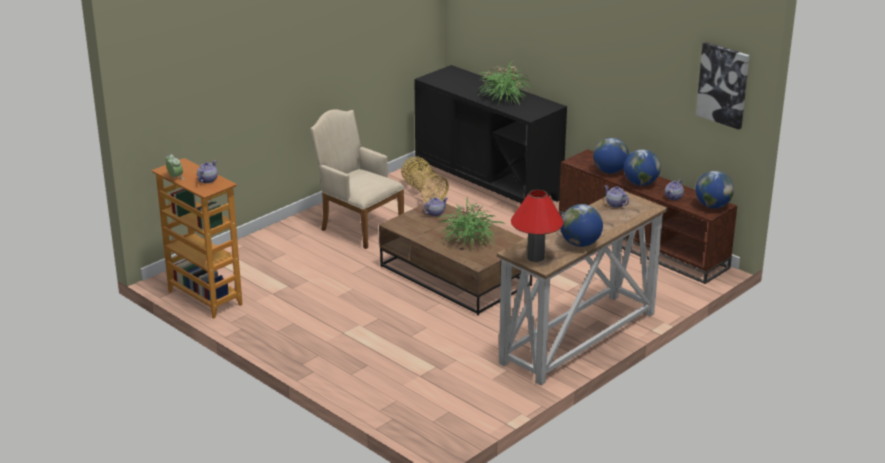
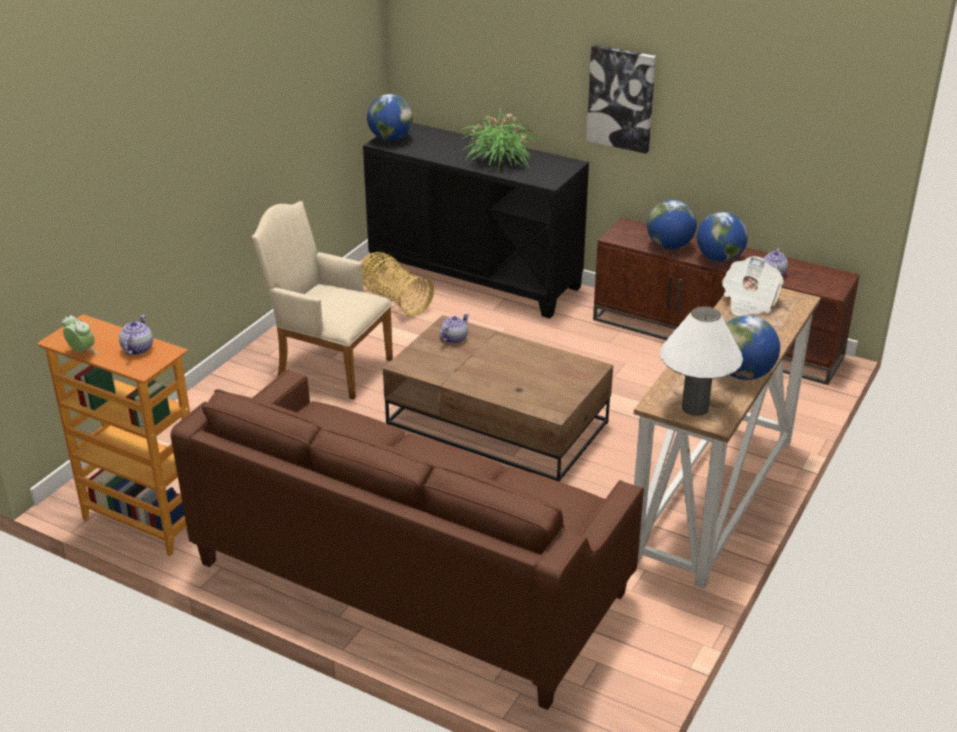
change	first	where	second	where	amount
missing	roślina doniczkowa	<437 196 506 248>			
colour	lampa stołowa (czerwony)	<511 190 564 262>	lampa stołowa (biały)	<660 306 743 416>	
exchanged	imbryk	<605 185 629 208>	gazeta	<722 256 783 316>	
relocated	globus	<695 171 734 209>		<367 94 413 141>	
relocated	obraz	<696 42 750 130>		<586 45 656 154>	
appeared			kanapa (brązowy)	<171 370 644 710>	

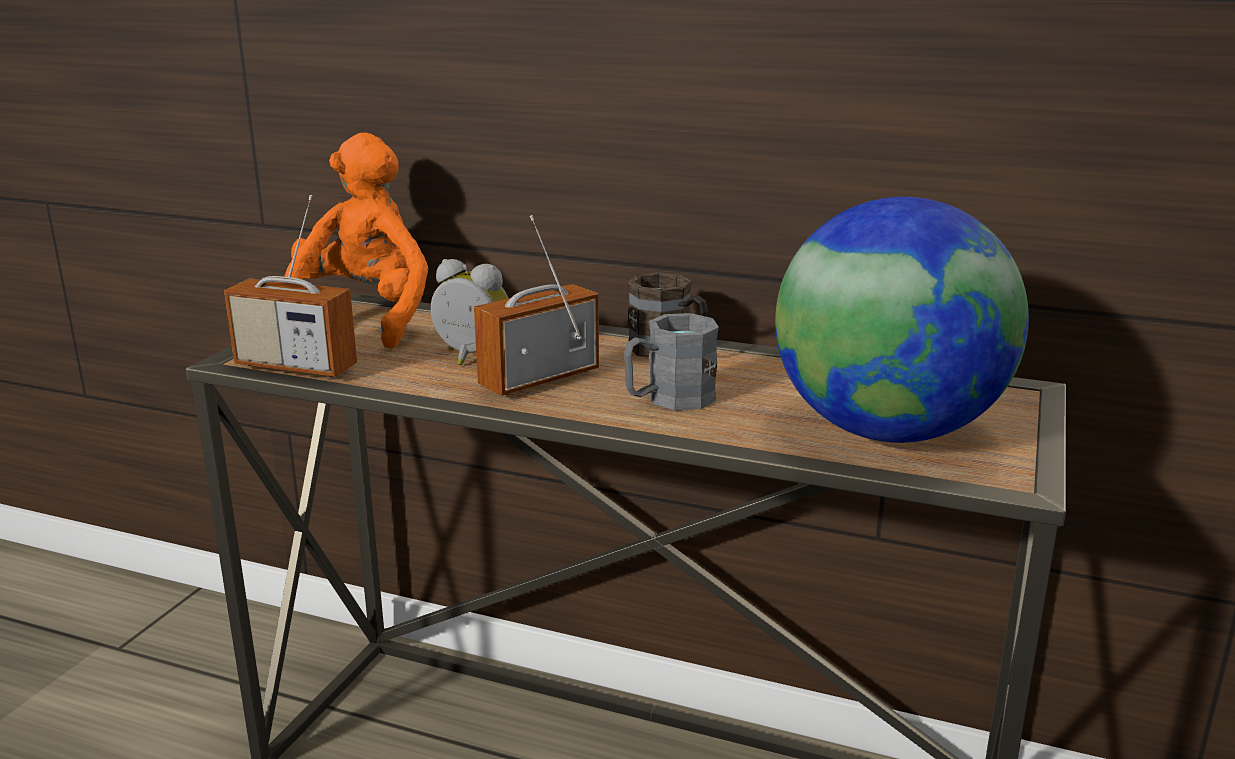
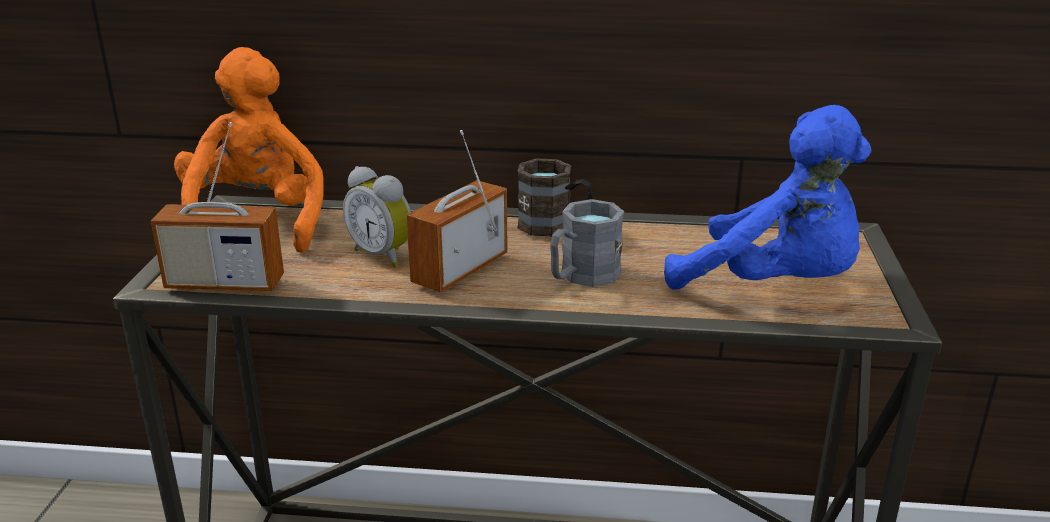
change	first	where	second	where	amount
spun	budzik	<431 259 509 365>		<343 166 411 267>	150 degrees counterclockwise
exchanged	globus	<775 197 1029 443>	pluszak (niebieski)	<664 105 872 290>	

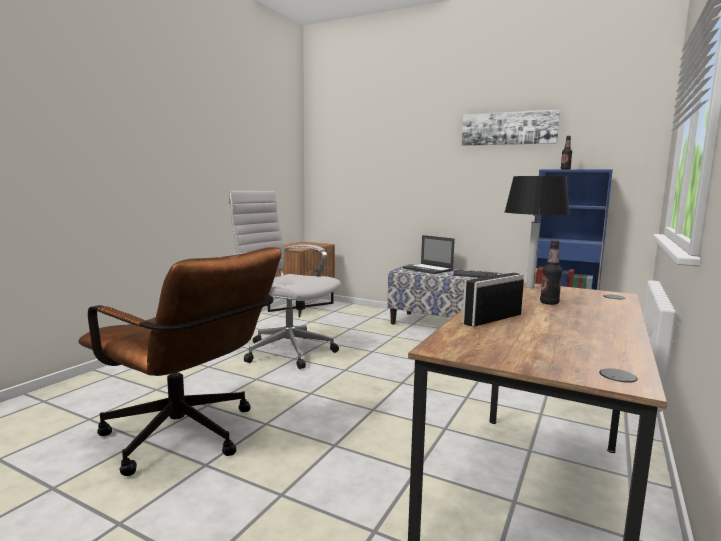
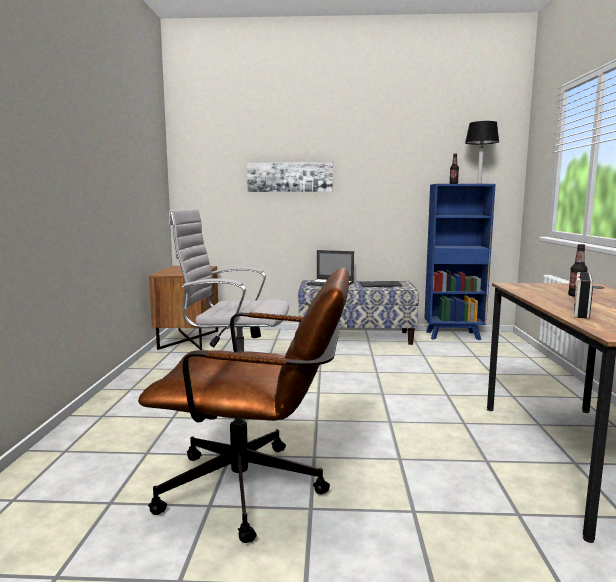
change	first	where	second	where	amount
relocated	obraz	<462 109 560 146>		<247 162 333 192>	
relocated	lampa stołowa (czarny)	<505 176 570 288>		<465 121 499 184>	

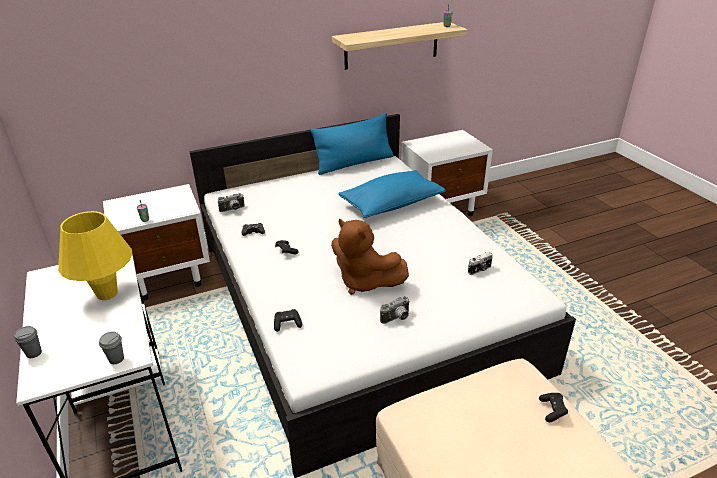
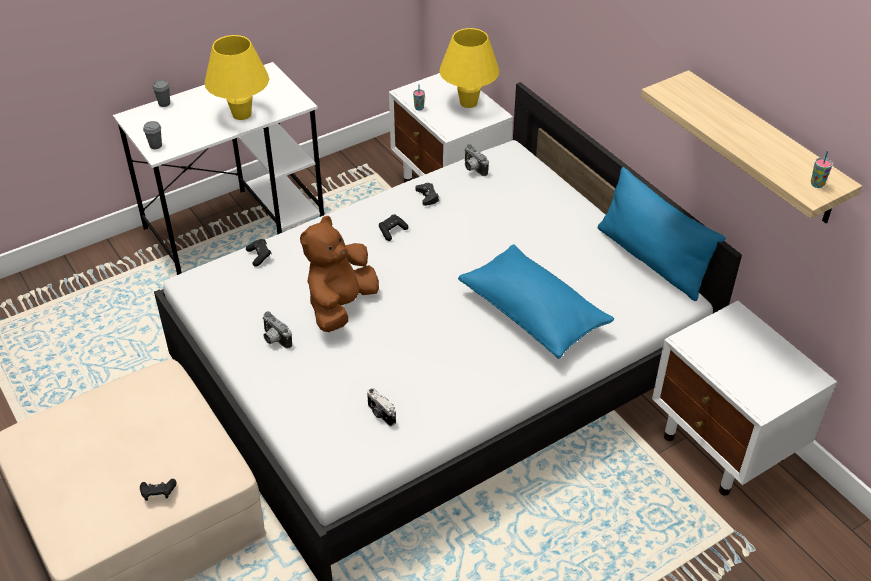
change	first	where	second	where	amount
appeared			lampa stołowa (żółty)	<440 28 499 108>	

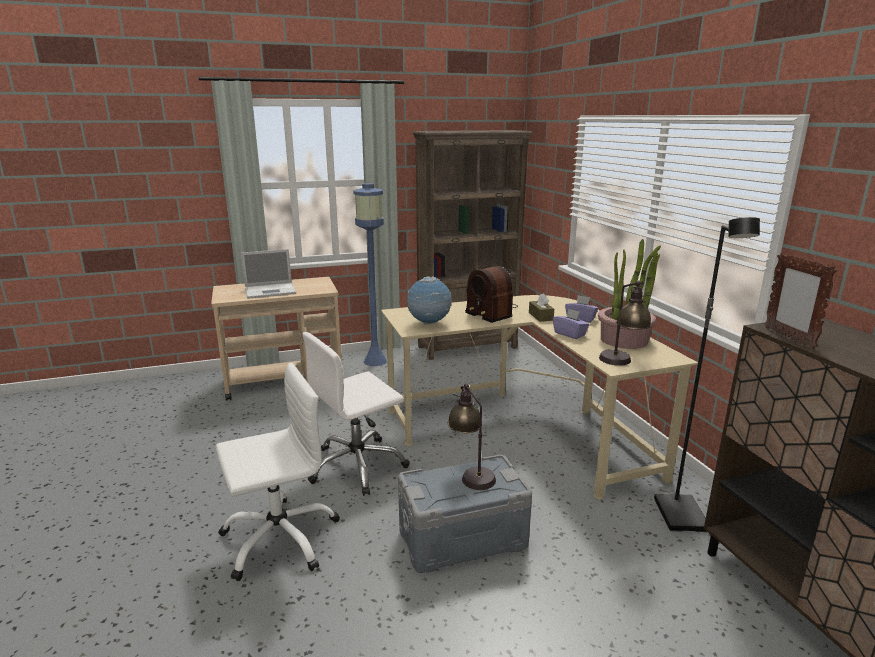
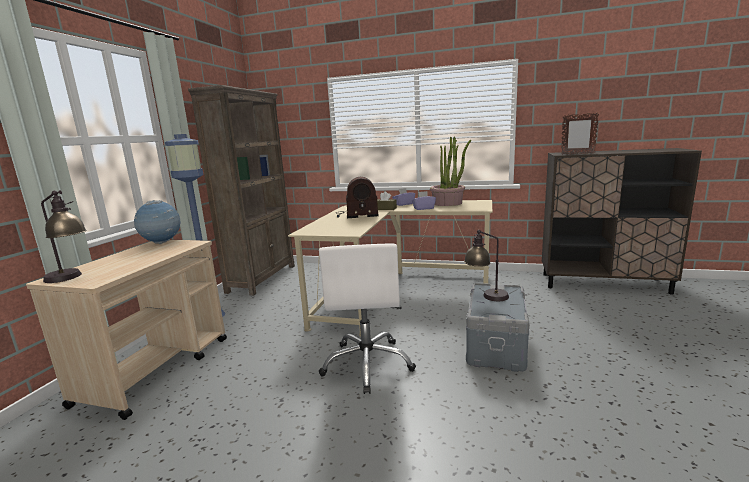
change	first	where	second	where	amount
missing	krzesło biurowe (biały)	<216 363 340 581>			
missing	laptop	<241 249 296 299>			
relocated	globus	<407 276 452 324>		<134 200 181 244>	
relocated	lampa stołowa	<599 281 652 366>		<41 190 87 283>	
missing	lampa stojąca (czarny)	<654 217 760 532>			

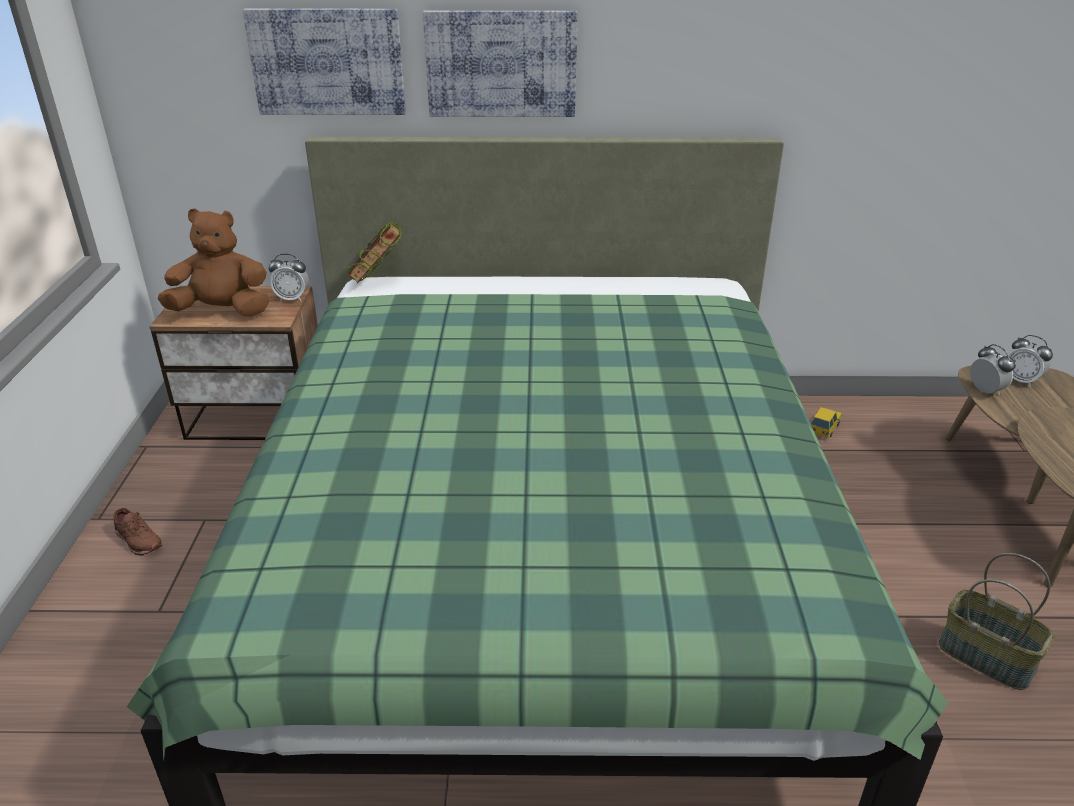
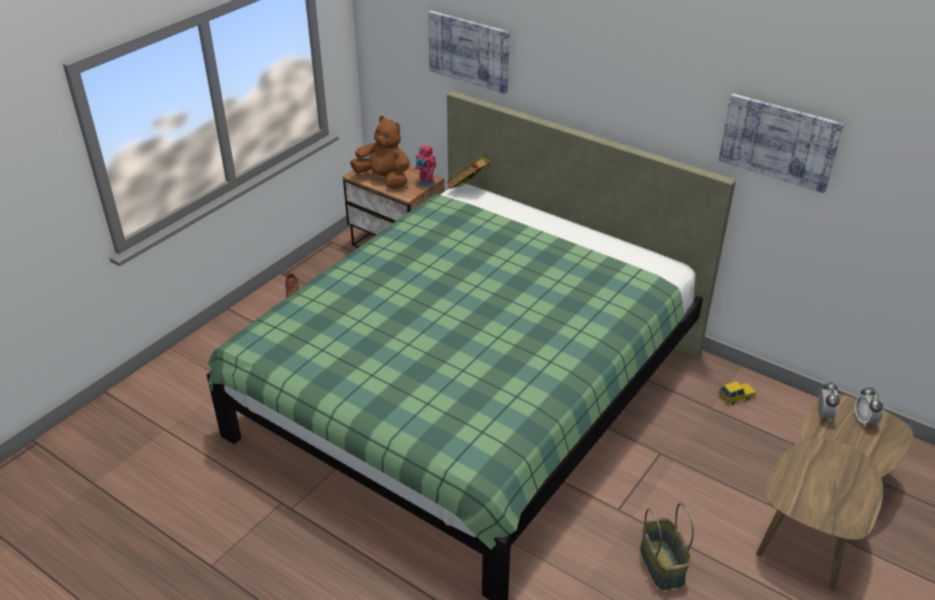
change	first	where	second	where	amount
exchanged	budzik	<268 254 309 302>	robot zabawkowy	<415 144 437 187>	
relocated	obraz	<423 11 577 117>		<719 93 844 193>	

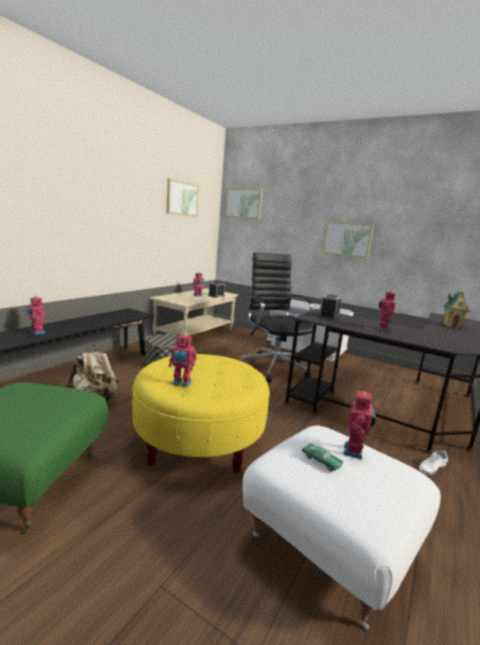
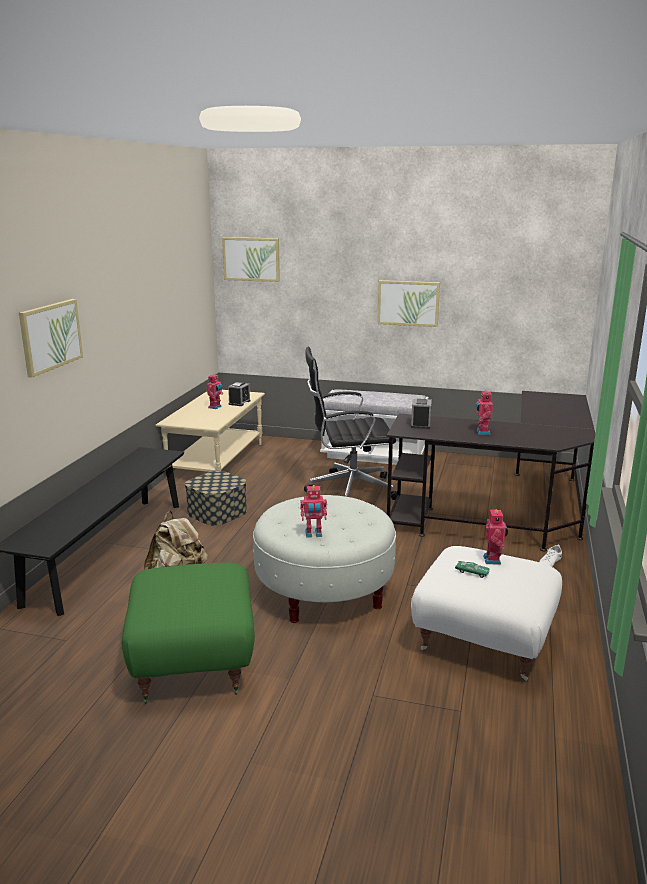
change	first	where	second	where	amount
missing	robot zabawkowy	<26 296 45 335>			
colour	pufa (żółty)	<132 354 270 473>	pufa (biały)	<253 495 396 623>	
relocated	obraz	<167 178 199 217>		<19 299 83 378>	
spun	krzesło biurowe (czarny)	<239 253 313 383>		<304 347 397 500>	60 degrees counterclockwise
missing	domek	<443 290 471 328>			

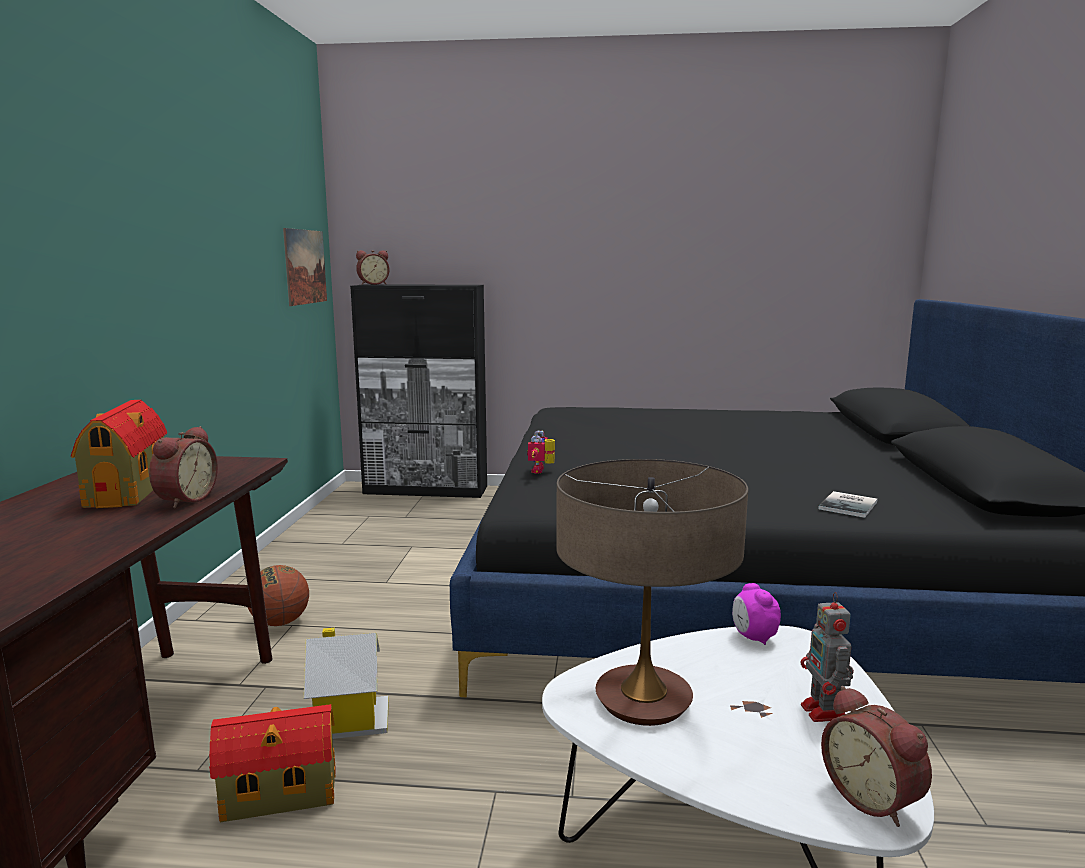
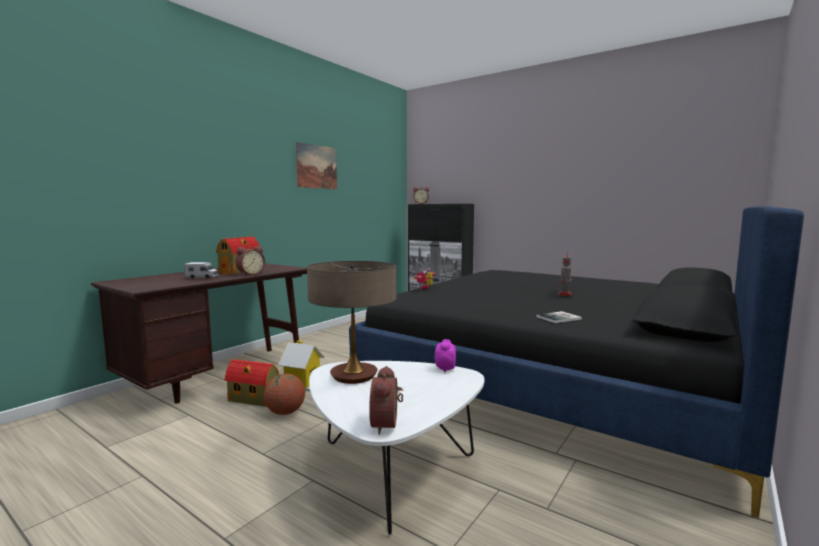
change	first	where	second	where	amount
relocated	piłka do koszykówki	<248 565 309 626>		<264 373 305 415>	
relocated	obraz	<283 228 327 306>		<295 142 337 189>	
relocated	robot zabawkowy	<801 592 854 722>		<558 255 572 296>	
appeared			ciężarówka zabawkowa	<184 262 218 279>	

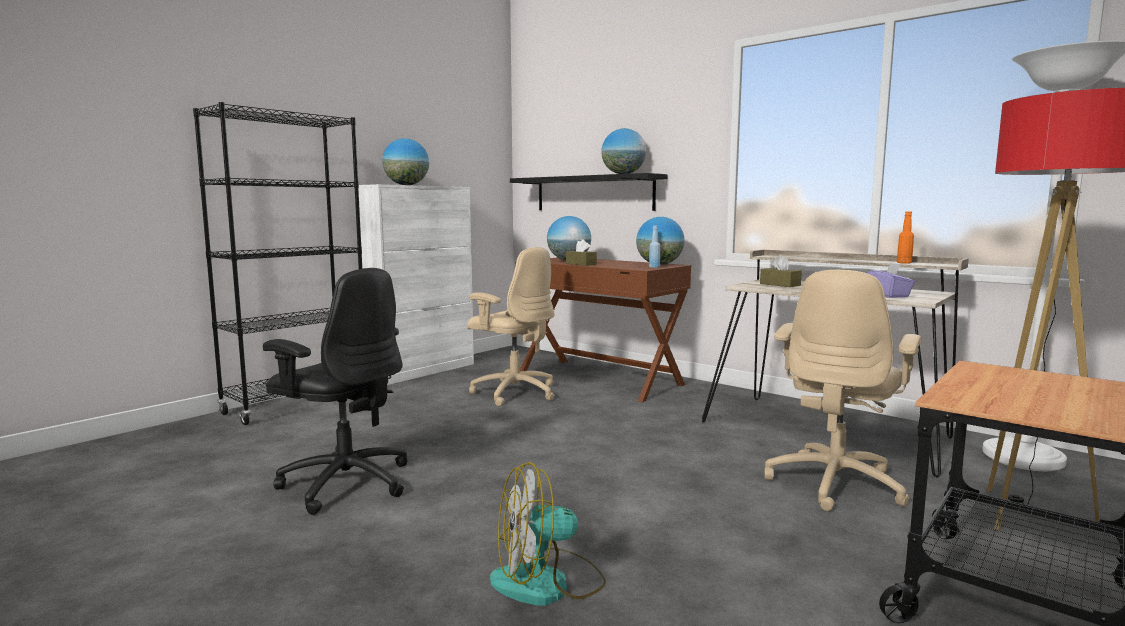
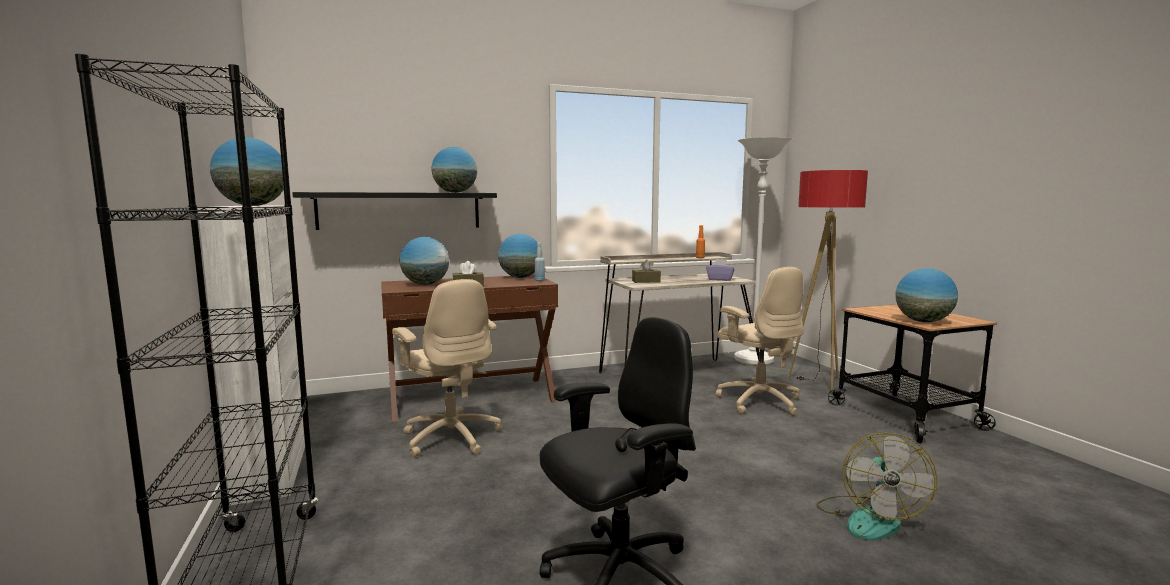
change	first	where	second	where	amount
spun	krzesło biurowe (beżowy)	<467 247 555 406>		<392 279 502 457>	75 degrees clockwise
appeared			globus	<895 268 958 322>	

